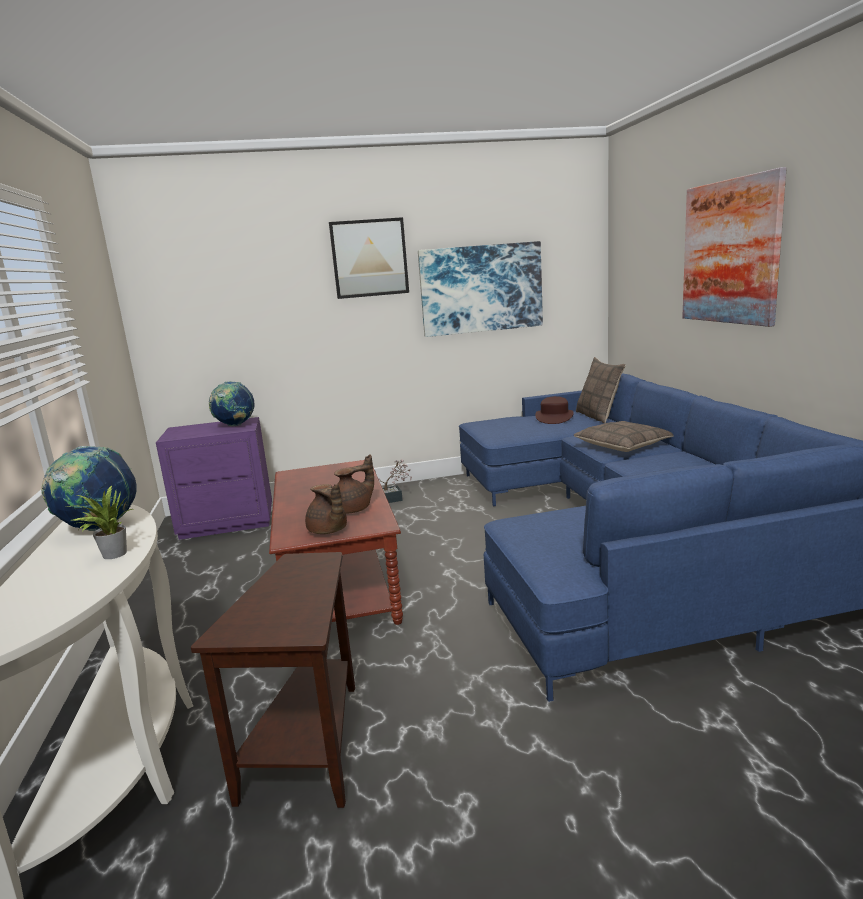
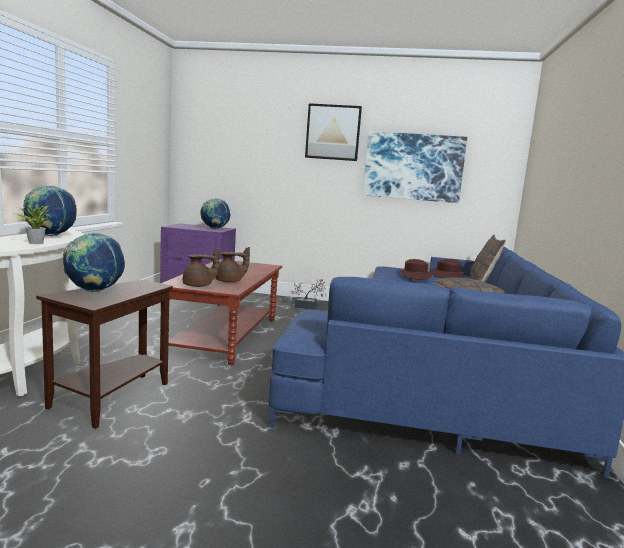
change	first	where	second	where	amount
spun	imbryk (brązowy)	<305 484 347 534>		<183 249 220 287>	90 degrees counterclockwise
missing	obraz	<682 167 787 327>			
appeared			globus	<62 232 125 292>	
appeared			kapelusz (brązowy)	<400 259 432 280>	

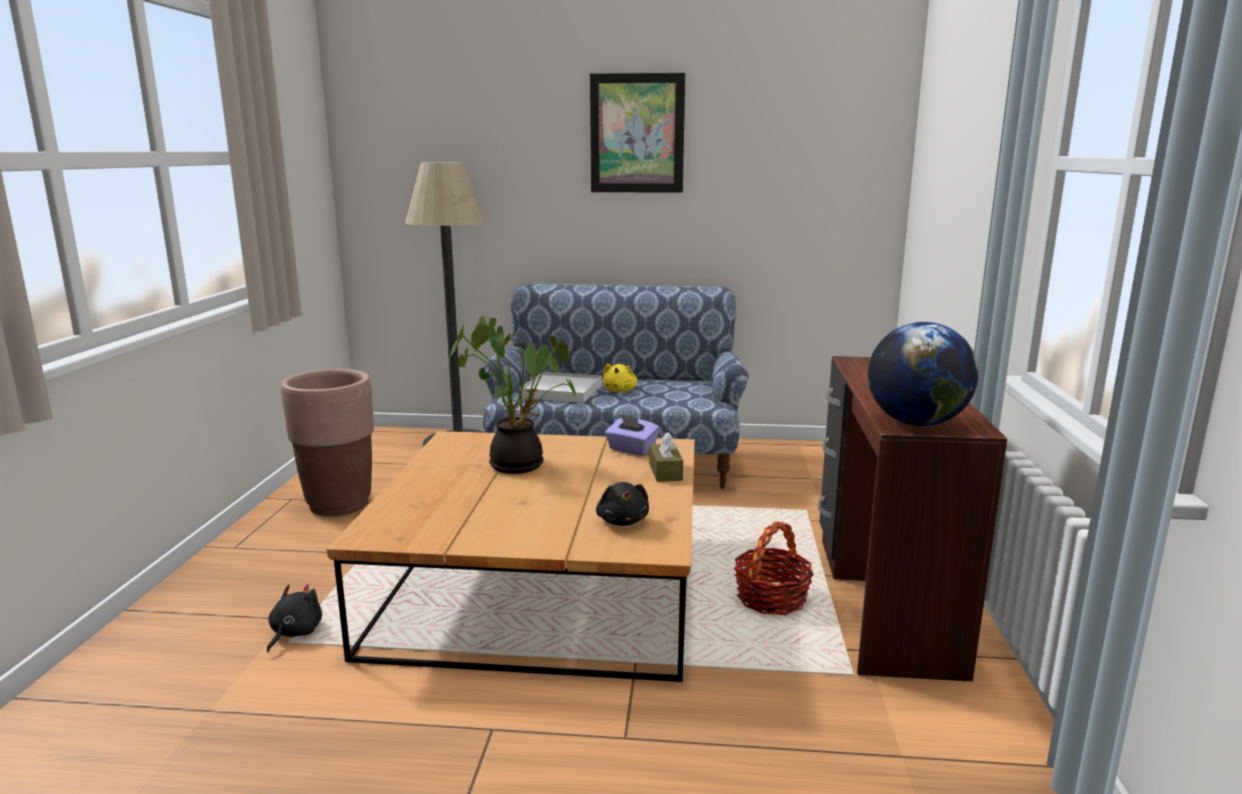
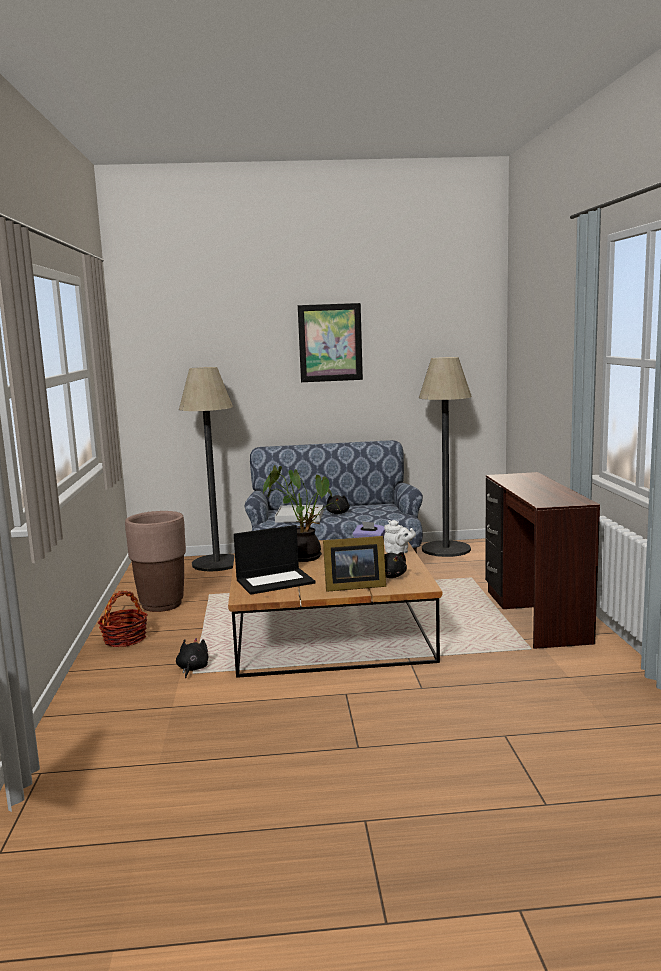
change	first	where	second	where	amount
colour	pluszak (żółty)	<603 364 638 392>	pluszak (czarny)	<326 495 350 514>	
exchanged	pudełko chusteczek (brązowy)	<649 432 683 482>	imbryk (biały)	<384 520 416 554>	
relocated	koszyk	<734 522 814 615>		<98 591 148 647>	
missing	globus	<868 322 979 426>			
appeared			laptop	<234 525 316 595>	
appeared			ramka na zdjęcie	<323 536 386 592>	
appeared			lampa stojąca	<419 357 472 557>	

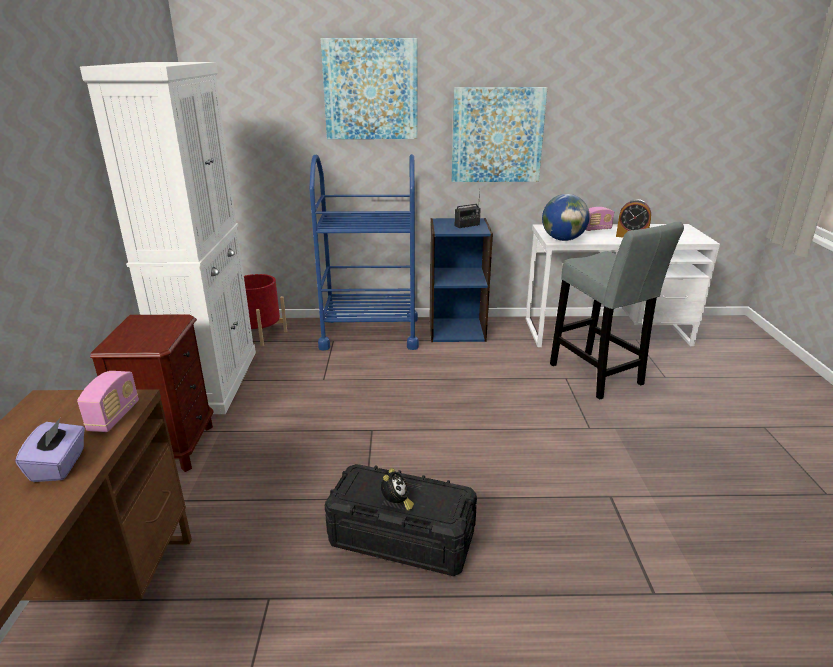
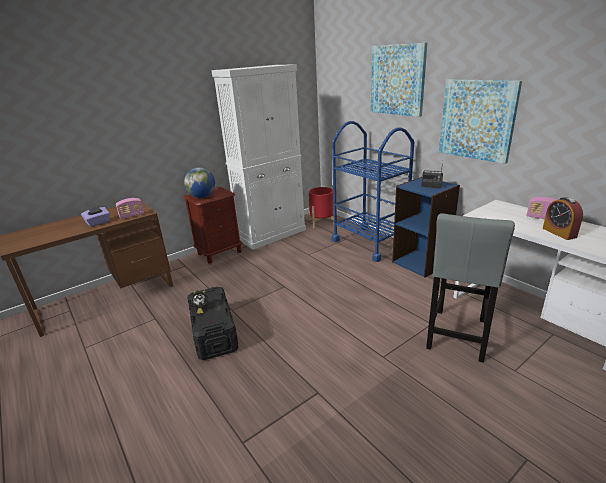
change	first	where	second	where	amount
relocated	globus	<542 194 590 241>		<184 167 215 198>	

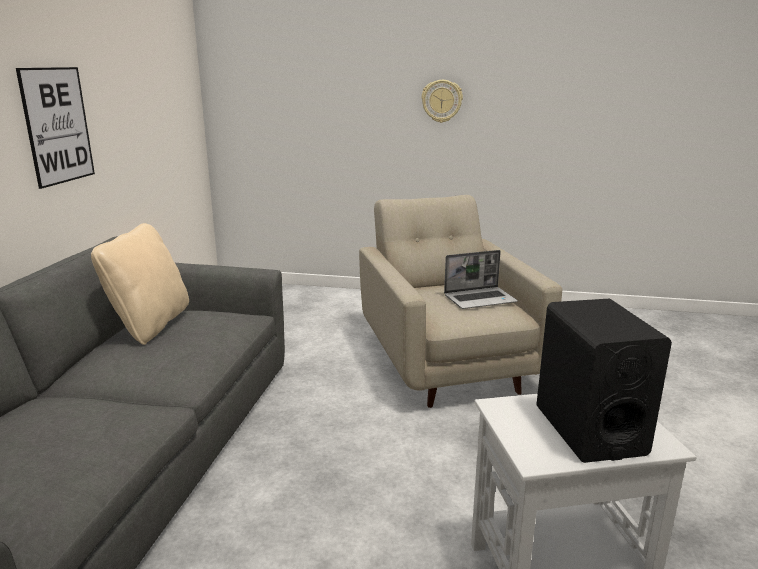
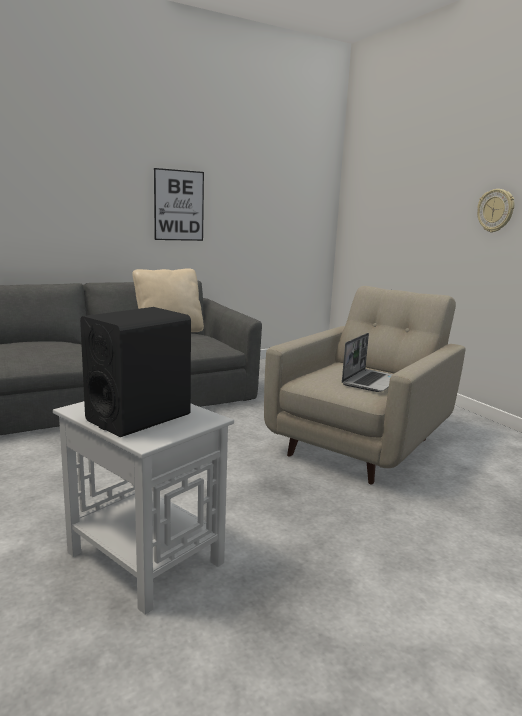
change	first	where	second	where	amount
spun	laptop	<444 250 518 309>		<342 333 393 392>	90 degrees counterclockwise

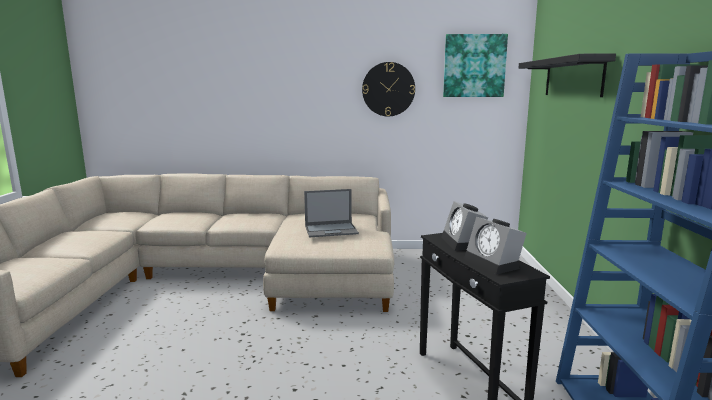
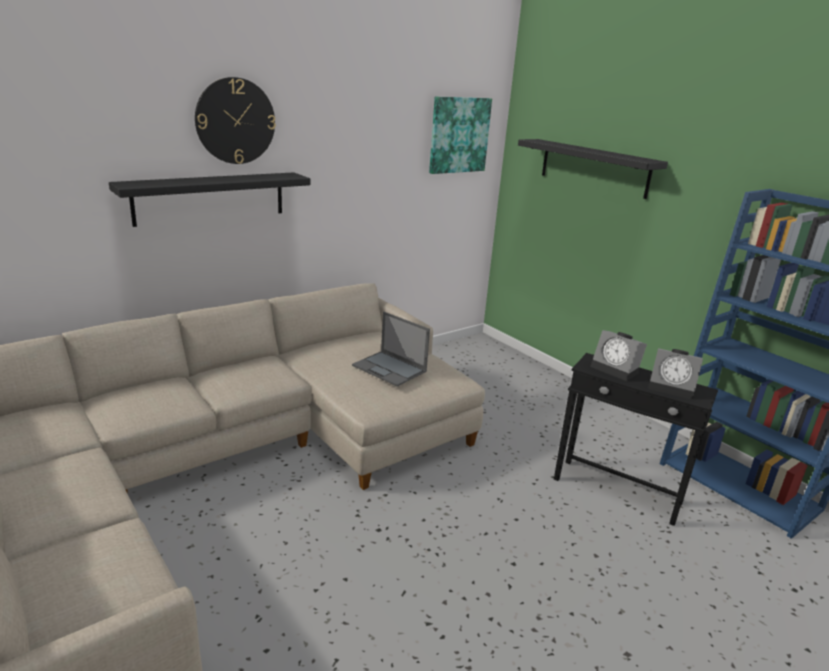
change	first	where	second	where	amount
spun	laptop	<304 189 359 238>		<352 312 430 386>	90 degrees clockwise
relocated	zegar ścienny	<362 62 415 117>		<195 77 276 164>	
appeared			półka (czarny)	<109 172 310 227>	

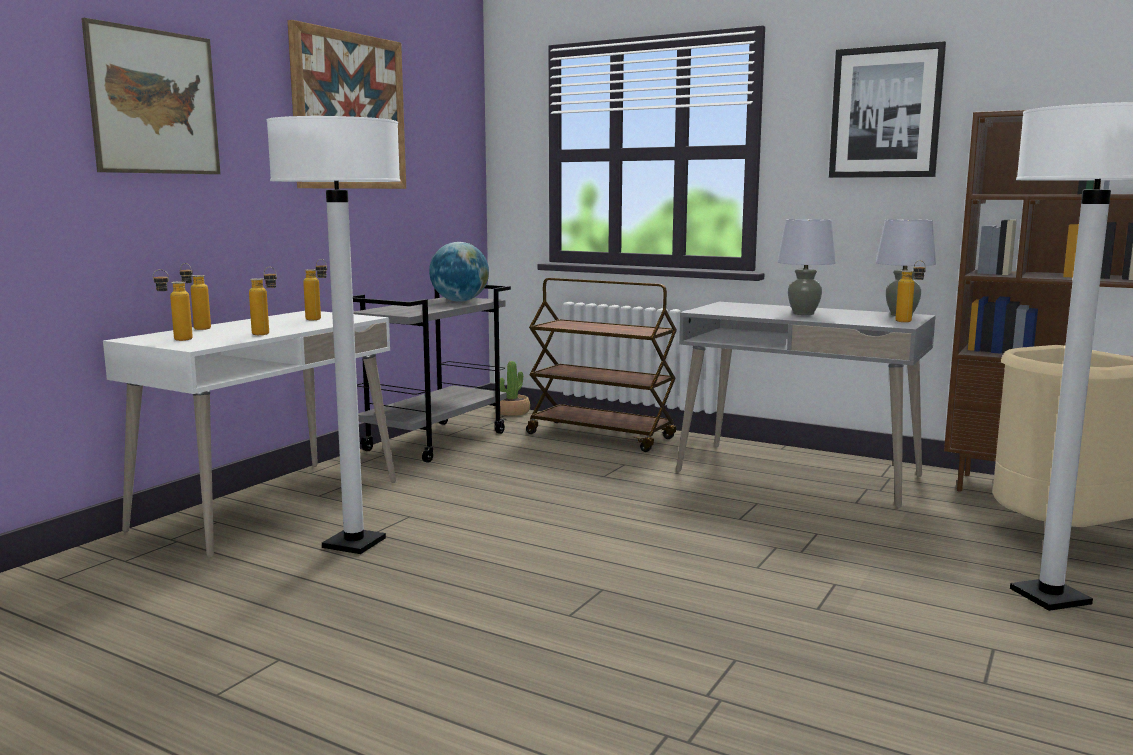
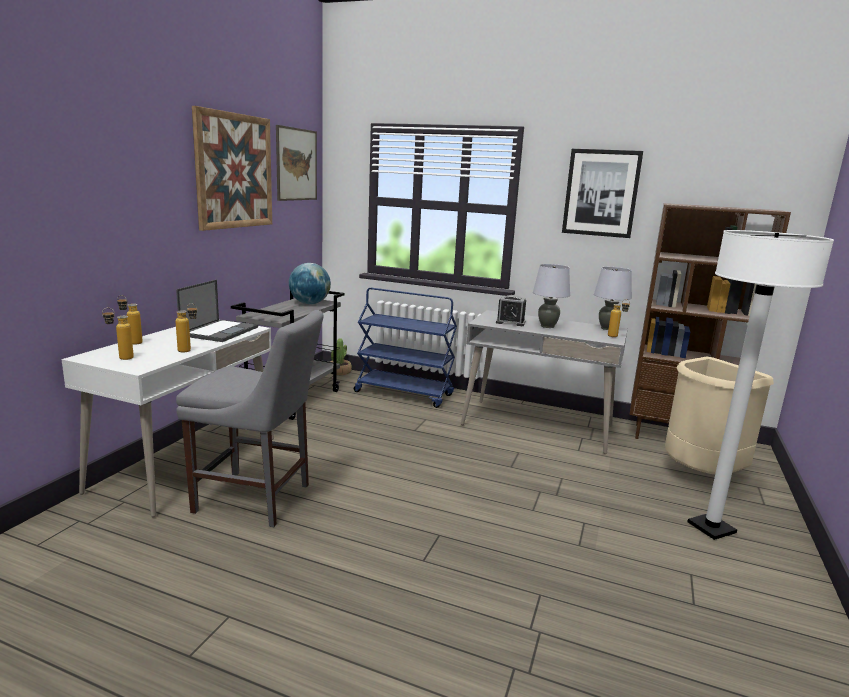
change	first	where	second	where	amount
relocated	obraz	<81 18 220 174>		<276 125 317 201>	
exchanged	lampa stojąca (biały)	<267 116 400 554>	krzesło (szary)	<176 310 323 527>	
exchanged	butelka	<303 259 327 320>	laptop	<176 280 258 342>	
colour	wózek (brązowy)	<526 278 677 452>	wózek (niebieski)	<354 288 457 408>	
appeared			budzik	<496 295 526 326>	

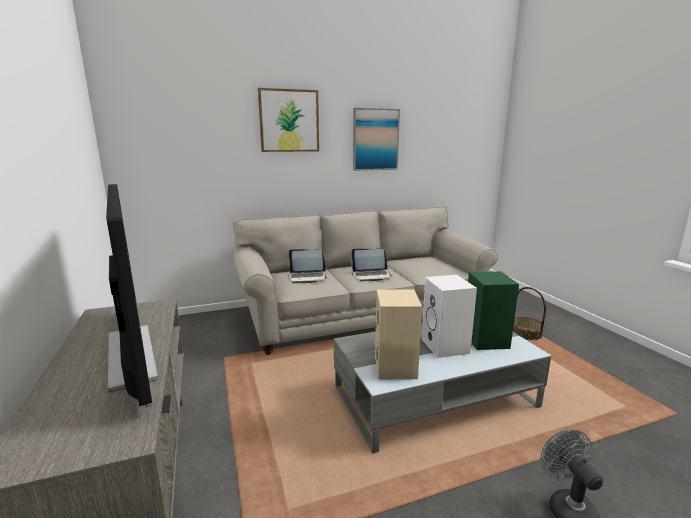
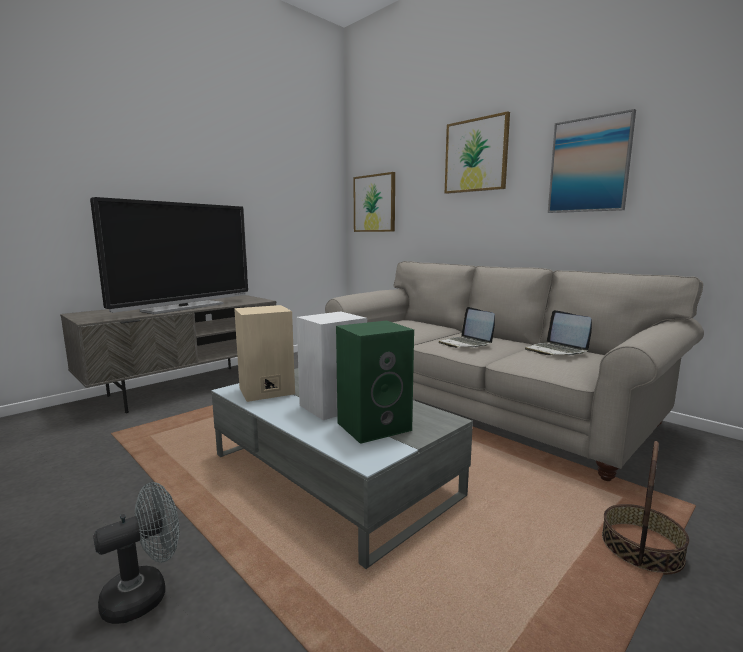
change	first	where	second	where	amount
relocated	laptop	<288 249 328 283>		<525 310 592 355>	
appeared			obraz	<353 172 395 232>	

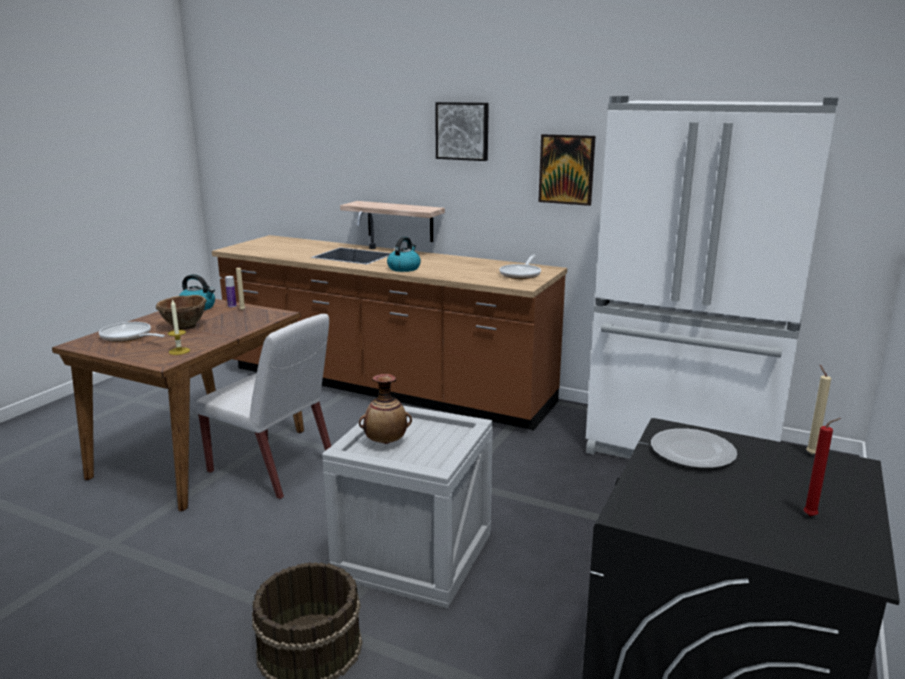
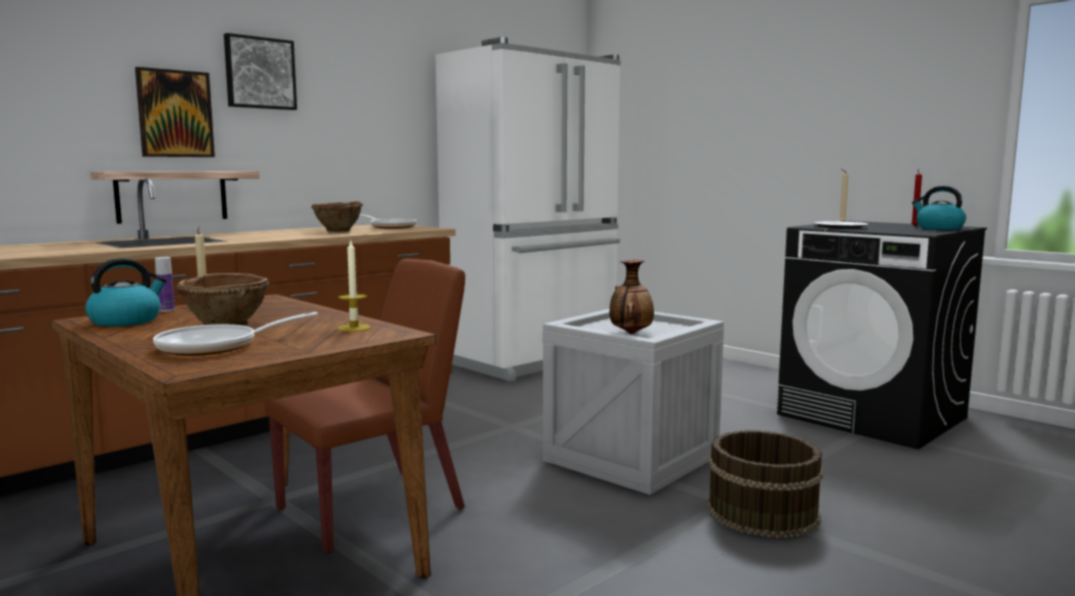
change	first	where	second	where	amount
colour	krzesło (biały)	<195 314 331 499>	krzesło (brązowy)	<265 259 465 553>	
relocated	czajnik	<387 237 421 272>		<912 186 966 230>	
relocated	obraz	<538 134 596 206>		<135 67 215 157>	
appeared			miska (brązowy)	<311 201 363 232>	

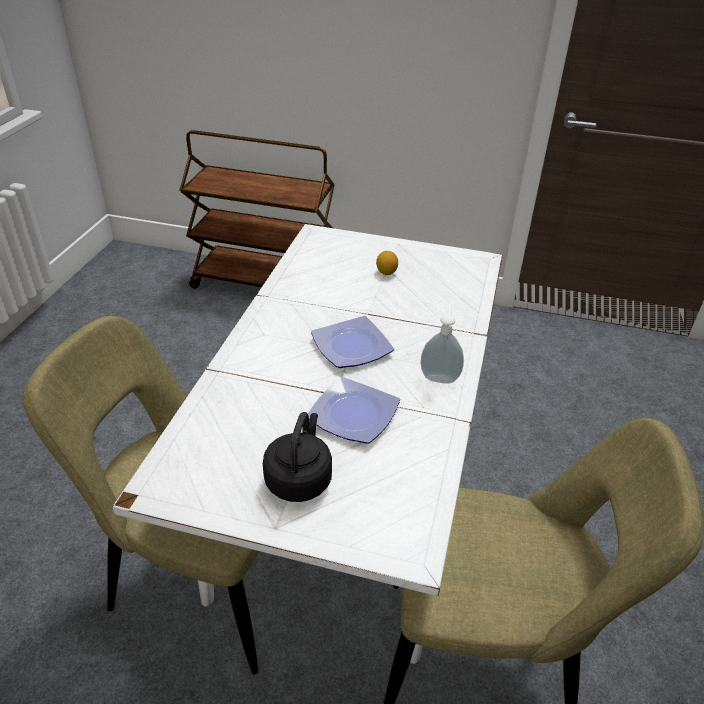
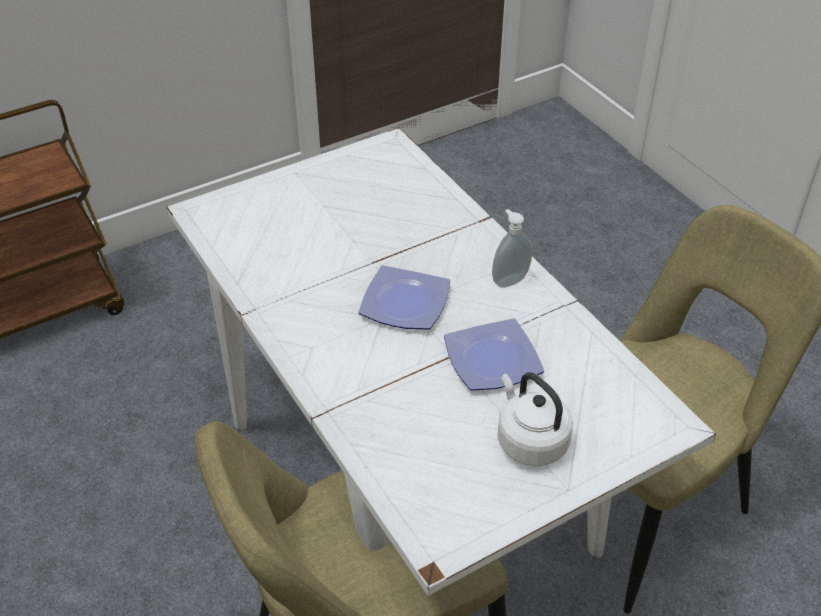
change	first	where	second	where	amount
colour	czajnik (czarny)	<263 412 332 502>	czajnik (biały)	<498 372 573 466>	
missing	cytryna	<376 251 398 275>			

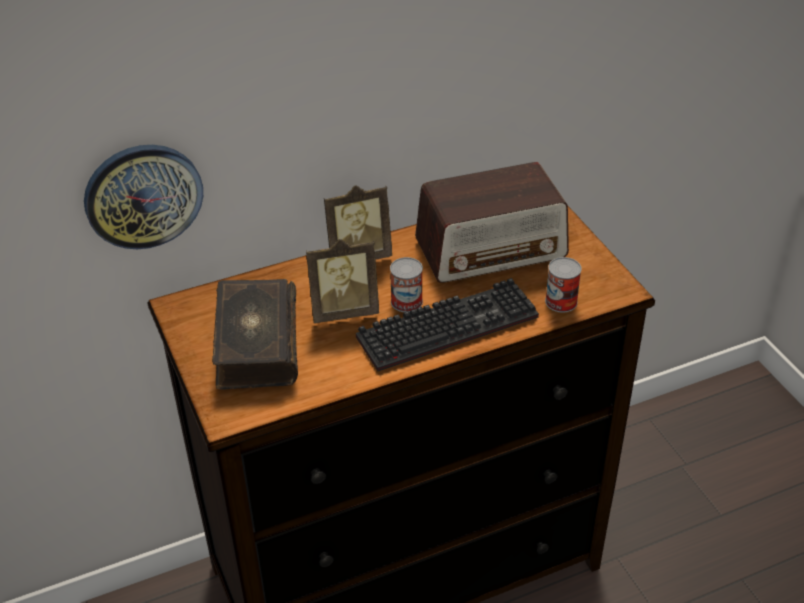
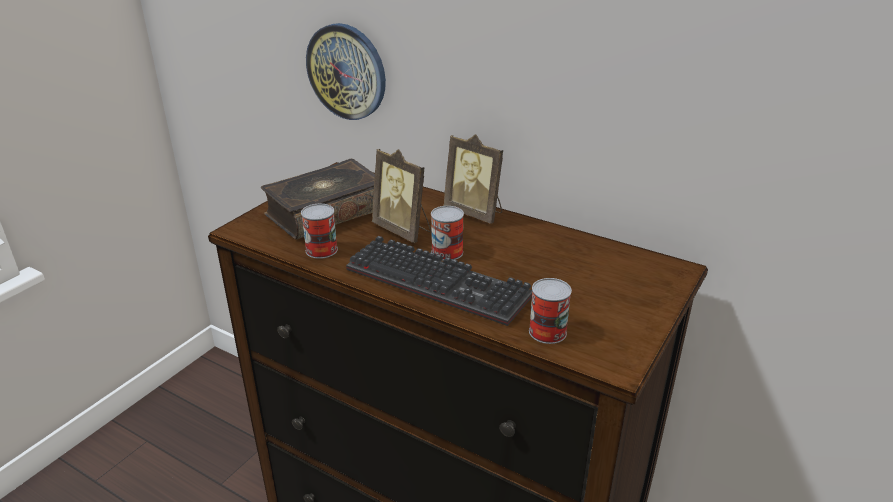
change	first	where	second	where	amount
missing	radio	<415 162 569 283>			
appeared			puszka	<301 204 338 259>	

